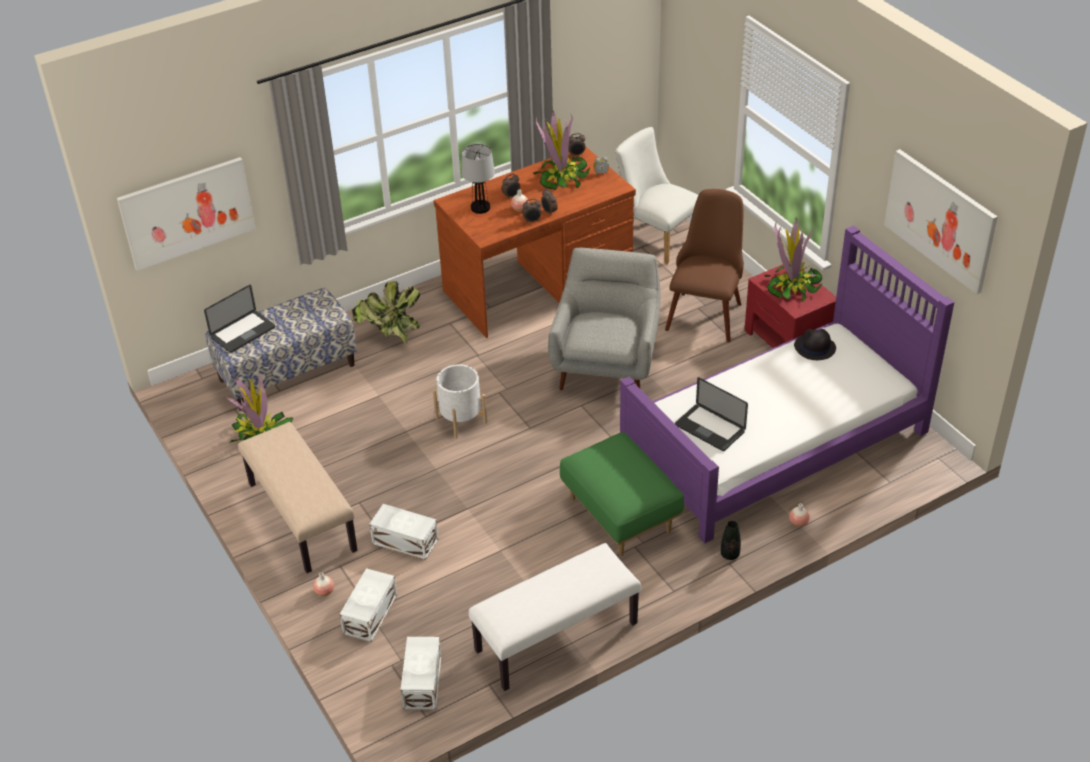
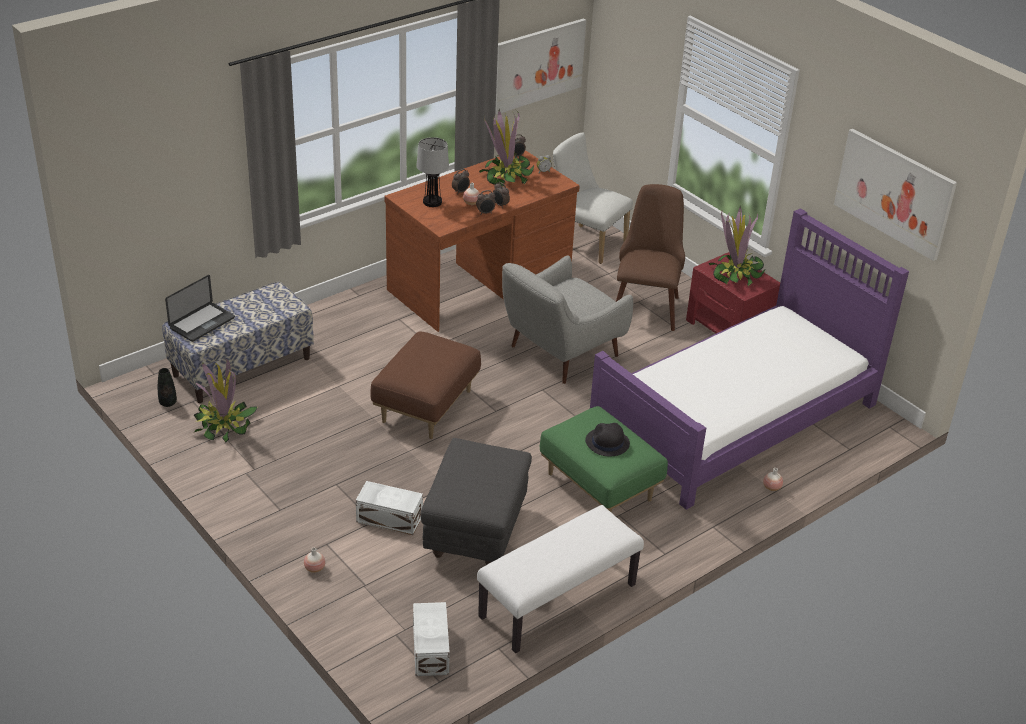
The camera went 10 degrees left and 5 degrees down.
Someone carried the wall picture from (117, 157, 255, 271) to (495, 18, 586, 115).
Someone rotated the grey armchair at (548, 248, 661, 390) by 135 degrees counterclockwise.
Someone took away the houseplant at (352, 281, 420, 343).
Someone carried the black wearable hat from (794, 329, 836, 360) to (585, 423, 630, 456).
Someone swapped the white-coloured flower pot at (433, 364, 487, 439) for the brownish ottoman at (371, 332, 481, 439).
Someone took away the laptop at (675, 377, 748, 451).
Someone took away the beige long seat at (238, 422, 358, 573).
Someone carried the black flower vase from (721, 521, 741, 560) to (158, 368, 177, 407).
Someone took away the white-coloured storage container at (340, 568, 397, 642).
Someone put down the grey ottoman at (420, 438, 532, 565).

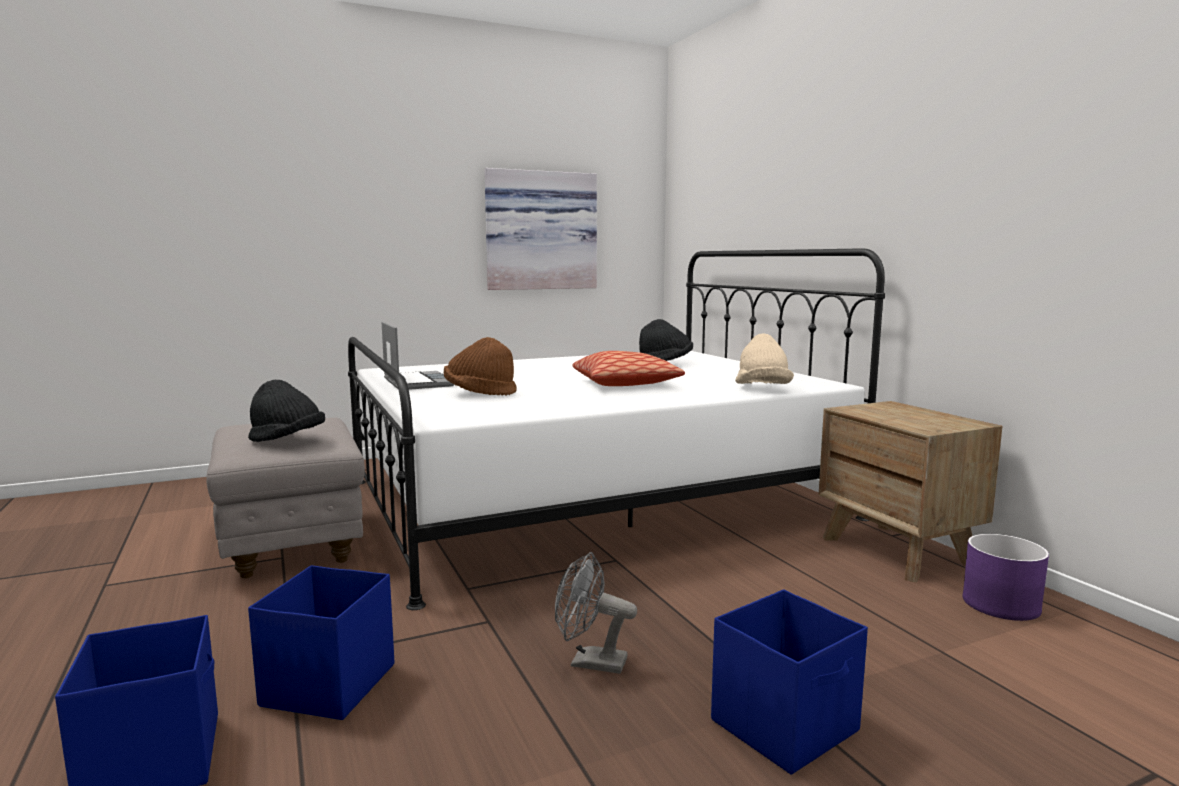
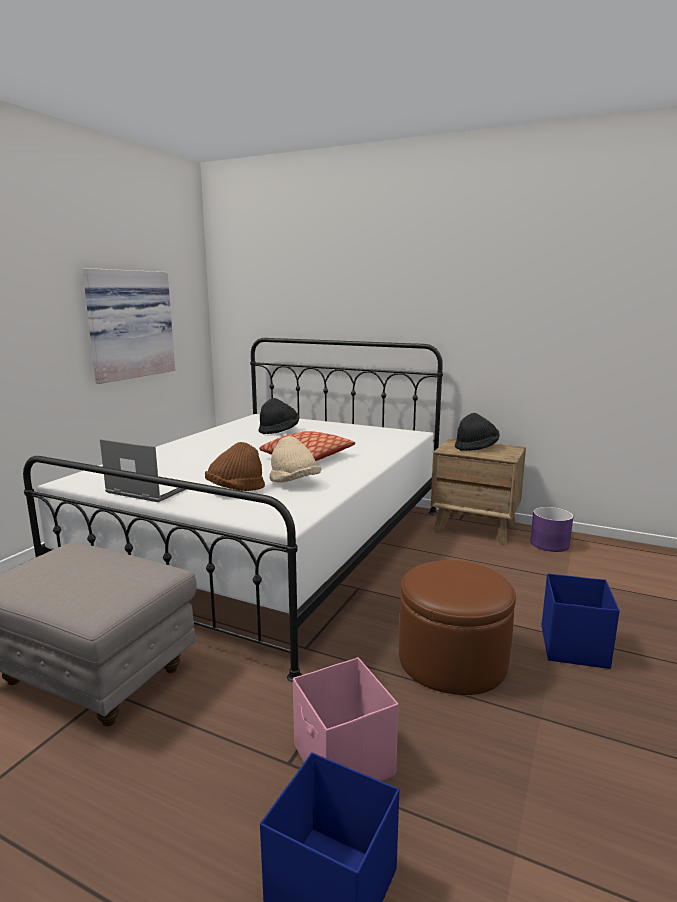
The camera went 40 degrees left and 5 degrees up.
Someone carried the beige wearable hat from (735, 333, 794, 384) to (269, 436, 321, 482).
Someone carried the black wearable hat from (248, 380, 325, 442) to (455, 413, 499, 451).
Someone swapped the grey electric fan at (555, 552, 637, 674) for the brownish ottoman at (399, 560, 516, 695).
Someone repainted the bluish storage container at (248, 565, 394, 720), which became the pink storage container at (293, 657, 399, 781).

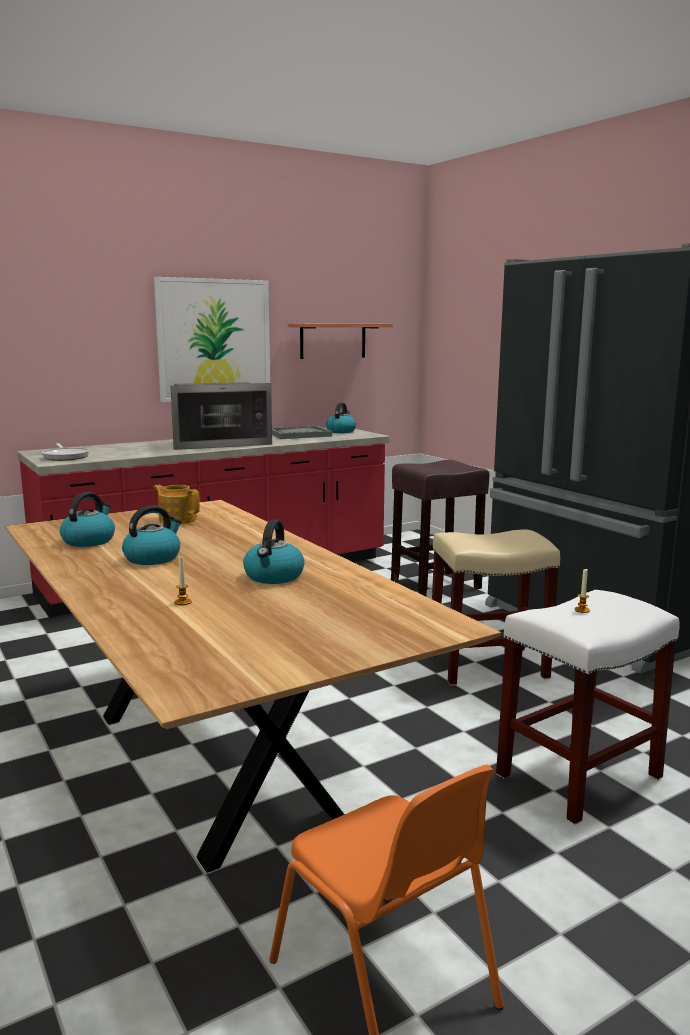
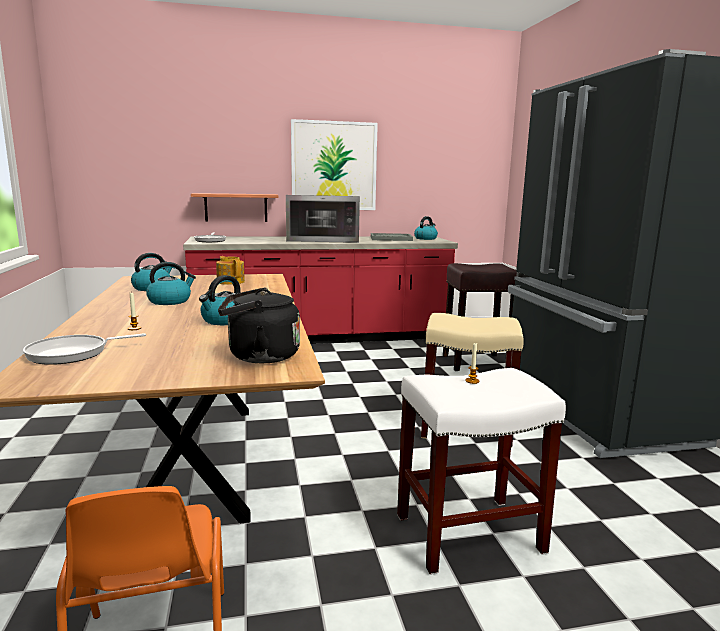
The camera went 20 degrees right and 0 degrees up.
Someone carried the wall shelf from (289, 323, 393, 359) to (191, 193, 278, 222).
Someone put down the black water kettle at (218, 287, 300, 364).
Someone put down the skillet at (23, 334, 146, 365).

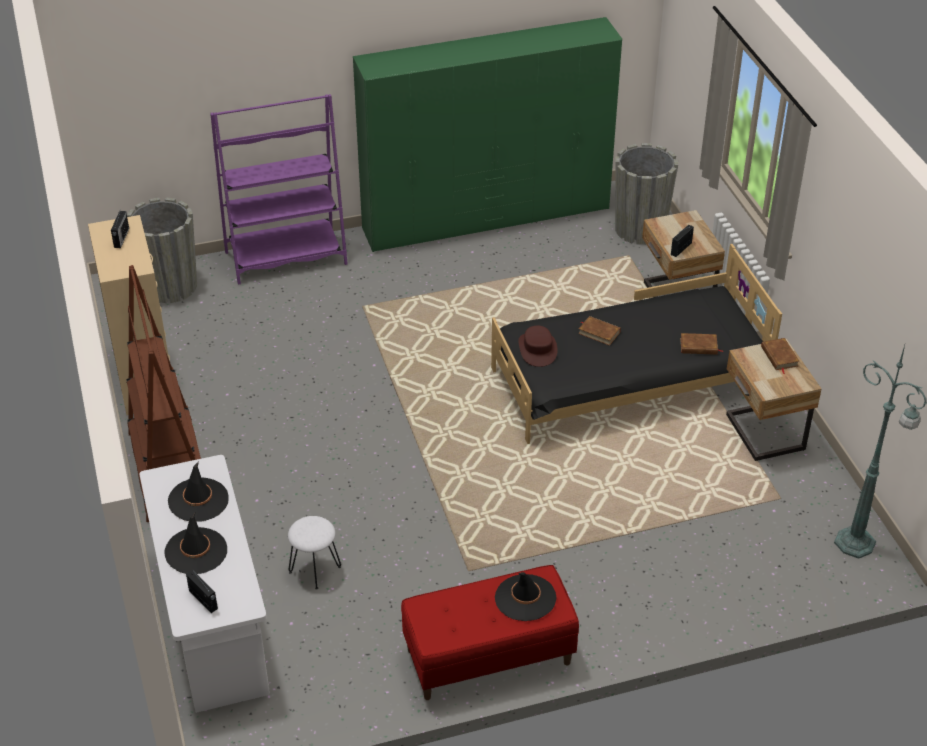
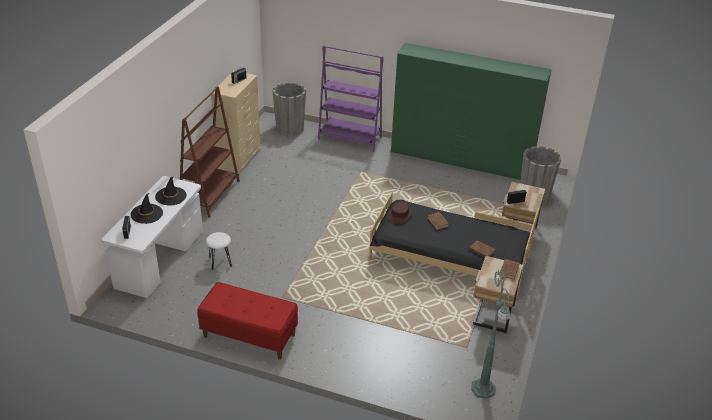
The camera went 35 degrees right and 5 degrees down.
Someone took away the black wearable hat at (495, 572, 557, 621).

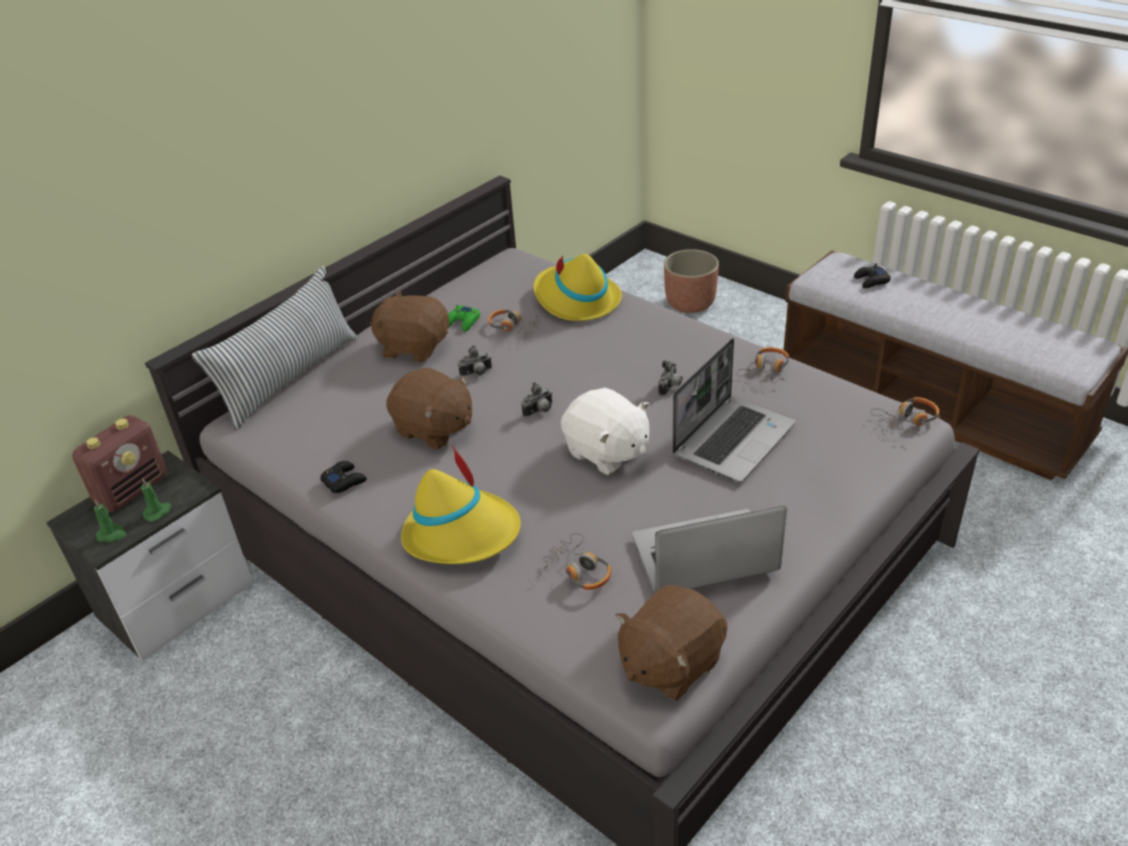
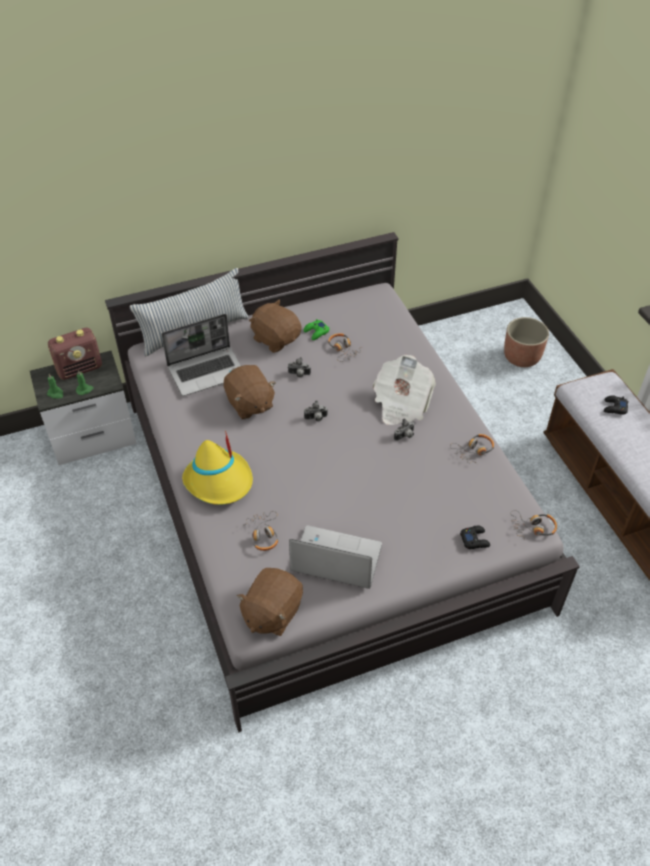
The camera went 25 degrees right and 10 degrees up.
Someone took away the yellow-coloured wearable hat at (533, 254, 622, 321).
Someone carried the laptop from (672, 338, 796, 482) to (161, 314, 241, 396).
Someone took away the white-coloured soft toy at (561, 388, 649, 475).
Someone carried the black joypad from (320, 461, 367, 493) to (460, 526, 490, 549).
Someone rotated the brownish soft toy at (616, 585, 728, 701) by 45 degrees counterclockwise.
Someone put down the newspaper at (373, 355, 436, 425).

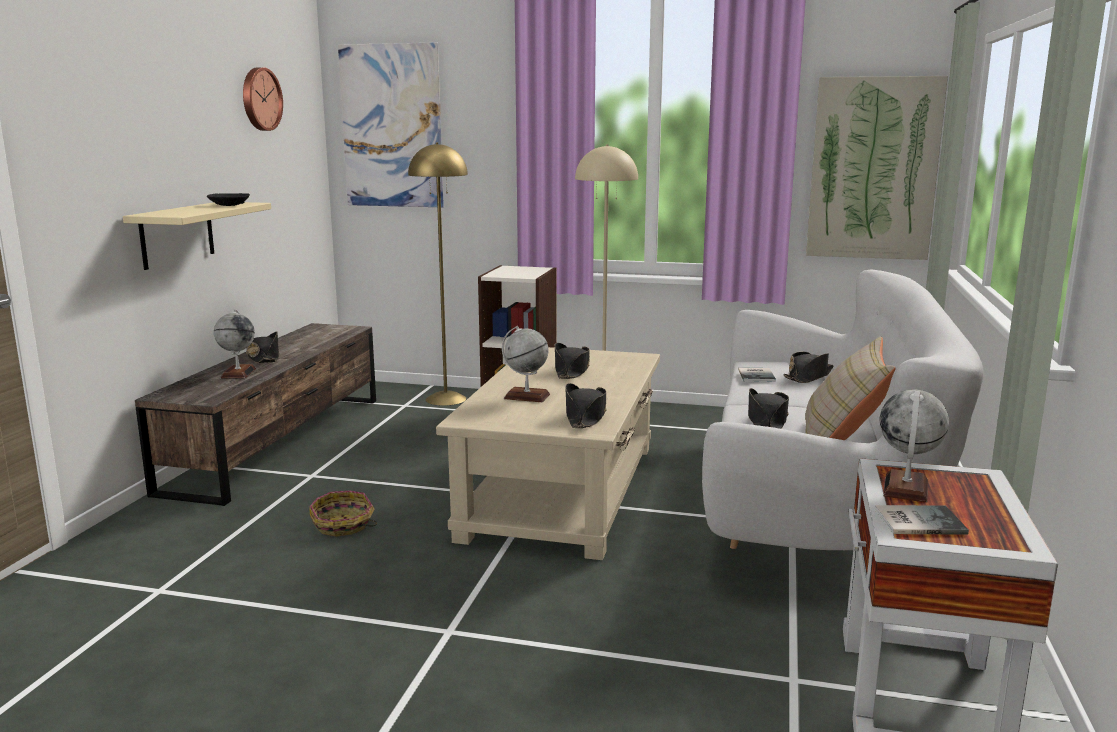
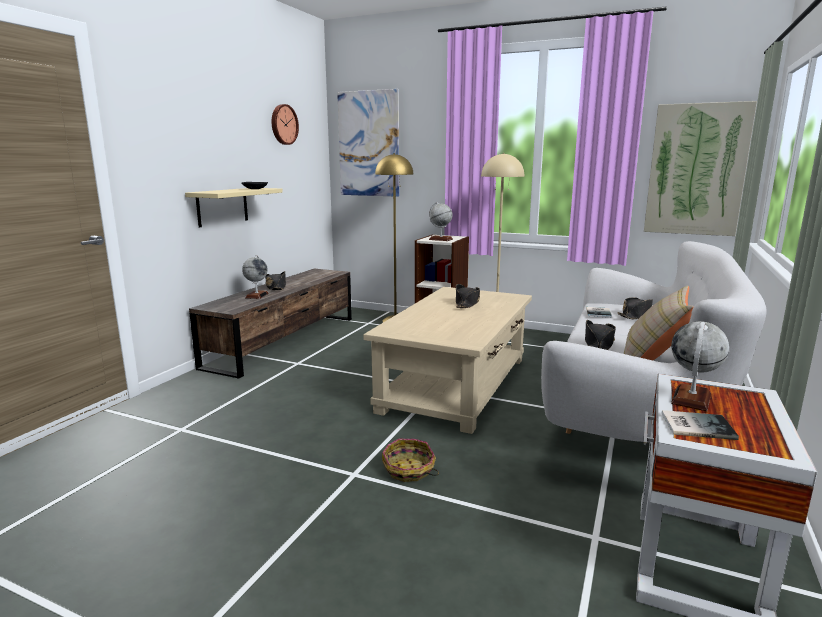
The camera went 10 degrees right and 0 degrees up.
Someone carried the world globe from (502, 326, 550, 402) to (429, 202, 453, 241).
Someone took away the black wearable hat at (565, 383, 607, 428).
Someone carried the household basket from (309, 491, 377, 537) to (382, 439, 439, 482).

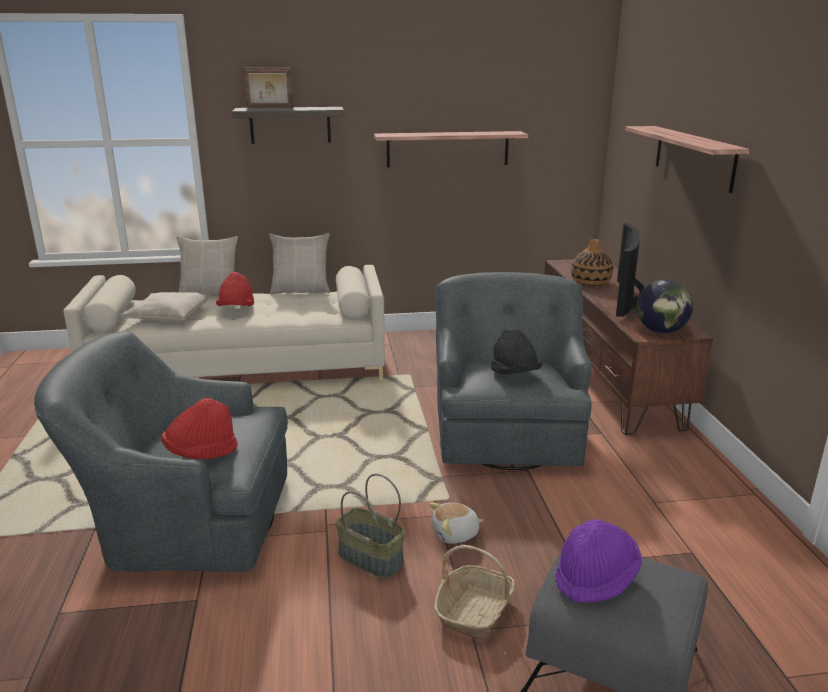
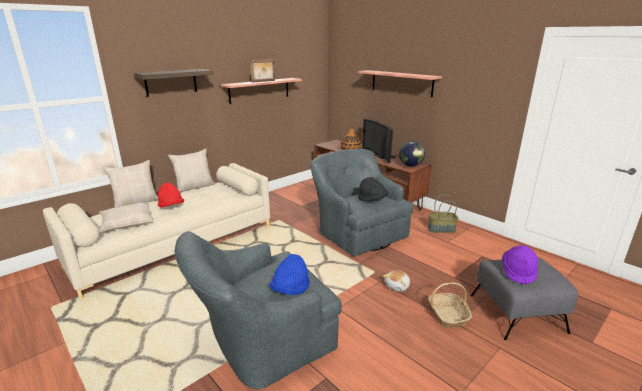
The camera went 35 degrees left and 0 degrees up.
Someone carried the photo frame from (243, 68, 294, 108) to (250, 59, 275, 83).
Someone repainted the red wearable hat at (161, 398, 238, 459), which became the bluish wearable hat at (269, 254, 310, 295).
Someone carried the household basket from (335, 474, 405, 578) to (428, 195, 458, 233).

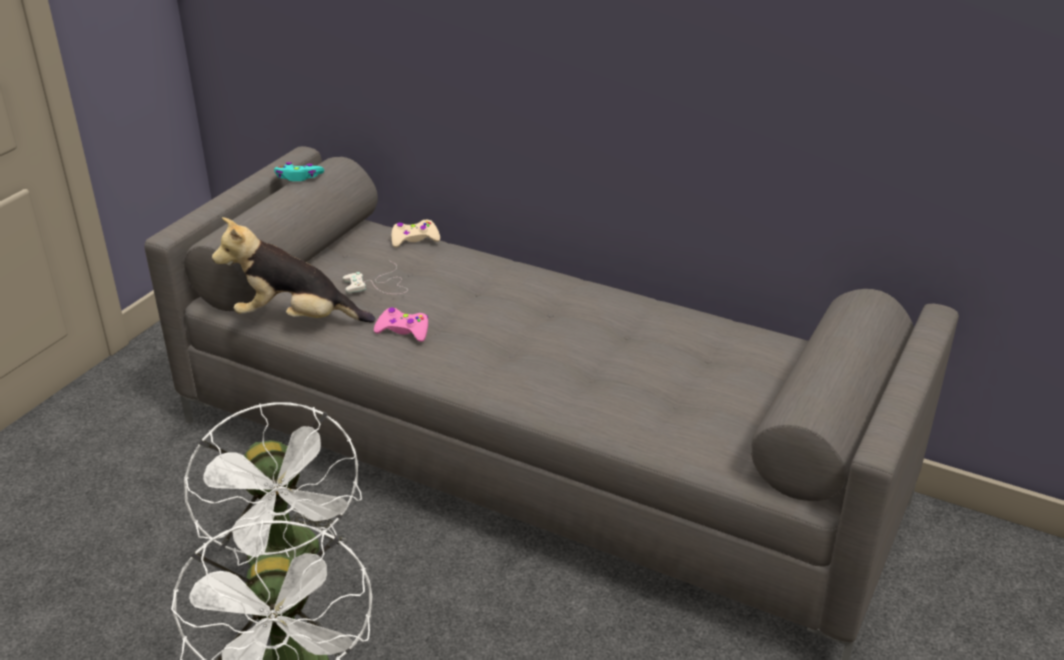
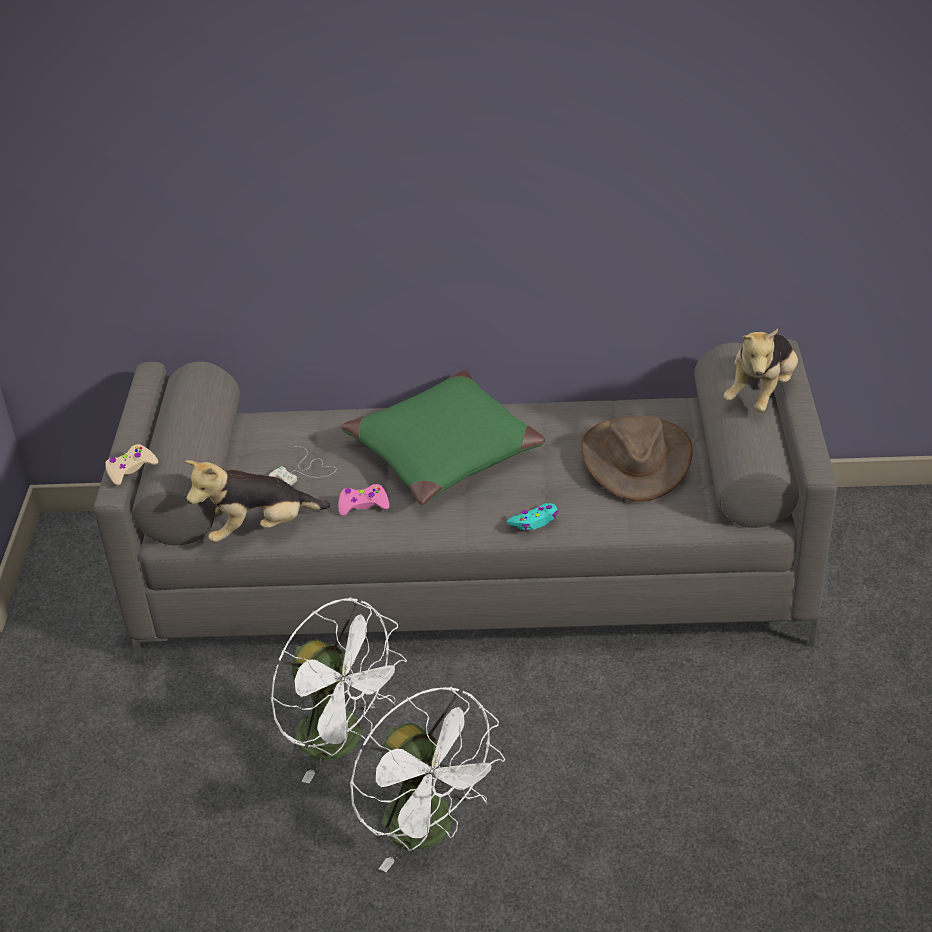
The camera went 25 degrees left and 5 degrees up.
Someone carried the blue-green joypad from (274, 162, 324, 181) to (507, 503, 558, 530).
Someone carried the beige joypad from (392, 220, 440, 248) to (105, 444, 158, 486).
Someone put down the soft toy at (723, 329, 798, 412).
Someone put down the greenish pillow at (341, 370, 545, 505).
Someone put down the brownish wearable hat at (581, 416, 693, 502).

